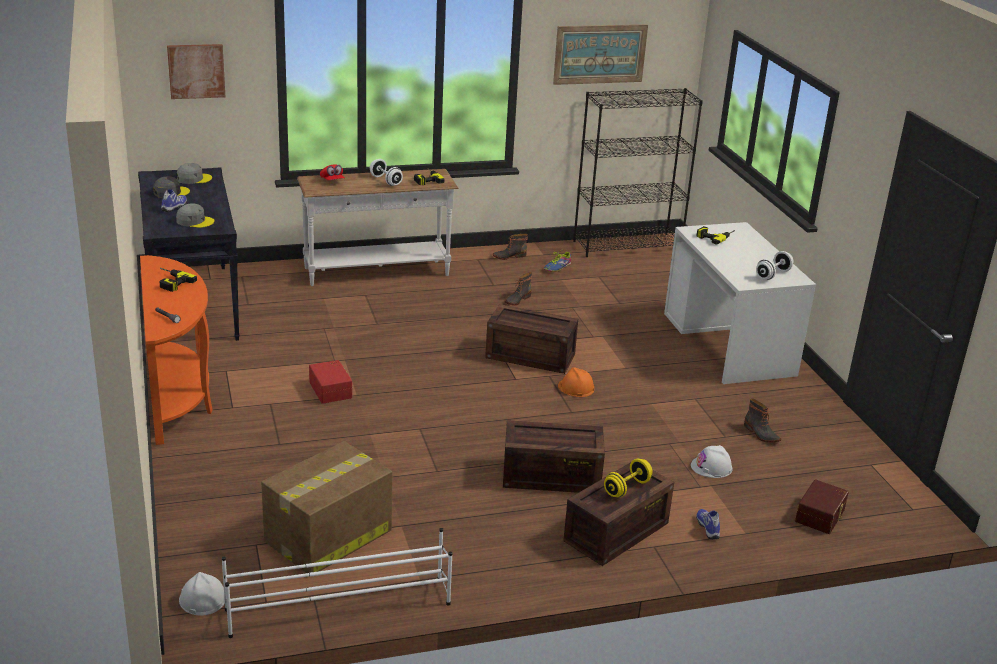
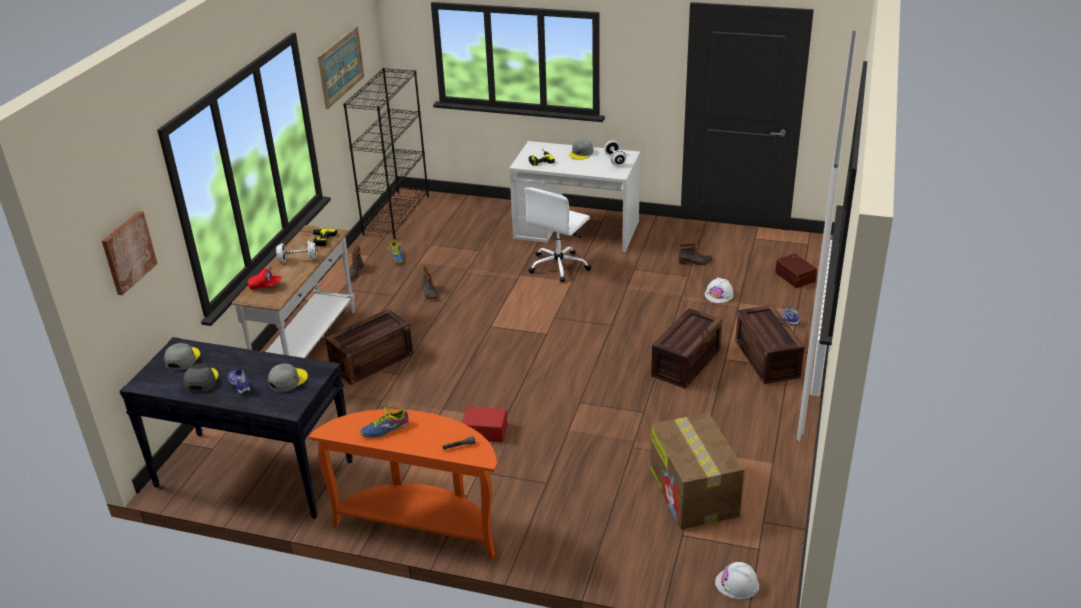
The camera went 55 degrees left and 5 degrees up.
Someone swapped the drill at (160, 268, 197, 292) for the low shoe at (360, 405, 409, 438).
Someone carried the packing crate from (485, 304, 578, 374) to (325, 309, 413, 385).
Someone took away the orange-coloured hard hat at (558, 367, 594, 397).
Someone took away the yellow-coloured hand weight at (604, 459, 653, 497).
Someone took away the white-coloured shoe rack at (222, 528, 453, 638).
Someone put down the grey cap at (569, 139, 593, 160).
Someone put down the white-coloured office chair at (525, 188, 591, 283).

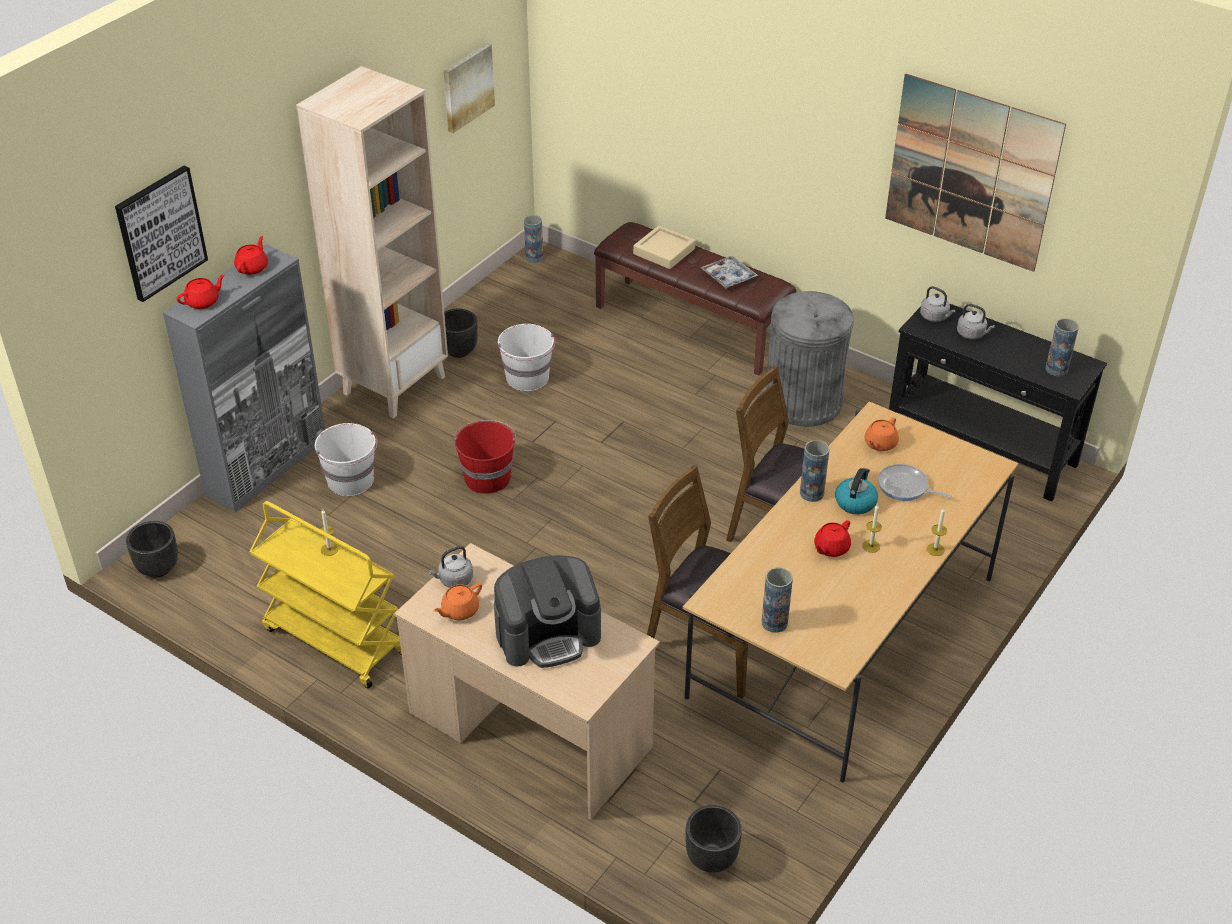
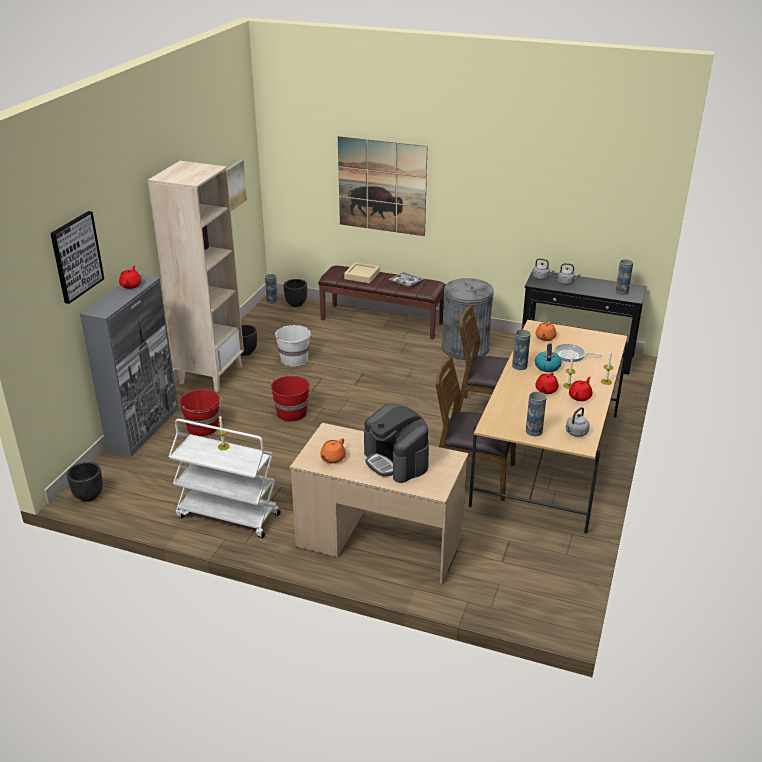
The camera went 15 degrees left and 10 degrees down.
Someone carried the wall picture from (885, 74, 1066, 272) to (338, 136, 427, 236).
Someone carried the red teapot from (176, 274, 225, 309) to (569, 376, 592, 401).
Someone repainted the white-coloured pail at (315, 423, 378, 496), which became the red pail at (179, 389, 221, 437).
Someone repainted the yellow-coloured trolley at (250, 501, 402, 689), which became the white-coloured trolley at (169, 419, 281, 538).
Someone carried the grey water kettle from (429, 546, 473, 588) to (566, 407, 590, 437).
Someone rotated the coffee maker at (494, 555, 601, 668) by 90 degrees clockwise.
Someone carried the black flower pot from (685, 805, 742, 873) to (284, 279, 307, 307).

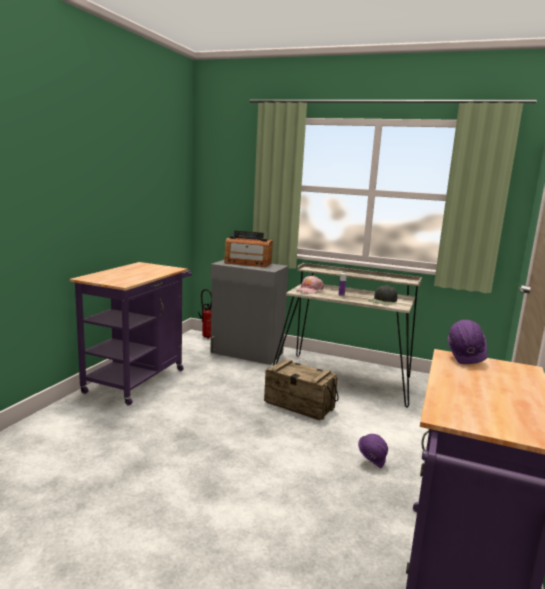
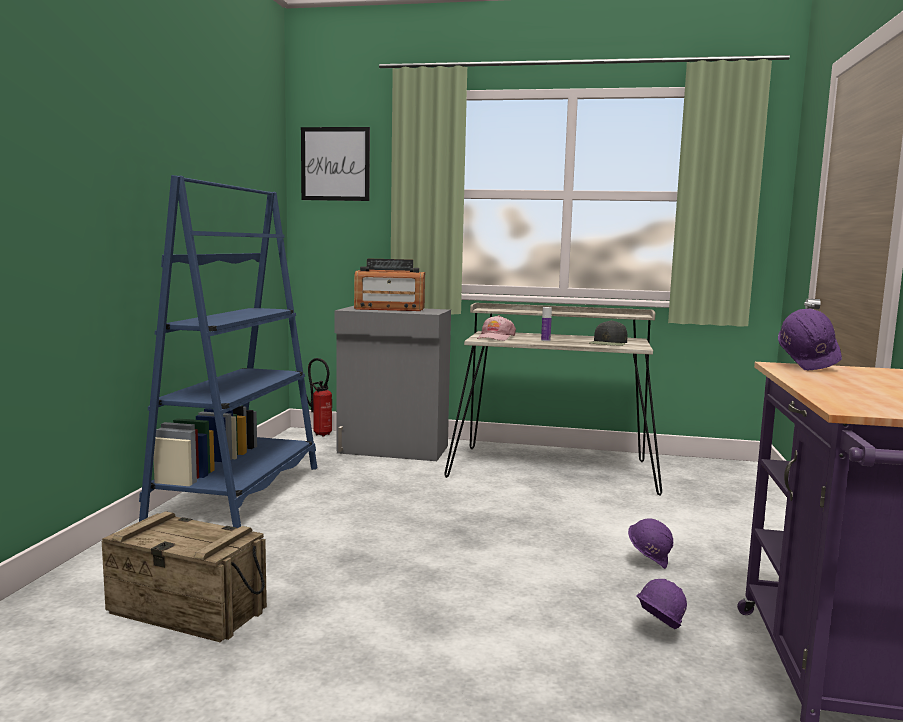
The camera went 10 degrees left and 5 degrees down.
Someone swapped the purplish trolley at (70, 262, 192, 405) for the bluish bookshelf at (139, 175, 317, 528).
Someone carried the packing crate from (264, 359, 339, 420) to (102, 511, 267, 642).
Someone put up the wall picture at (301, 127, 370, 201).
Someone put down the purplish hard hat at (637, 579, 687, 629).

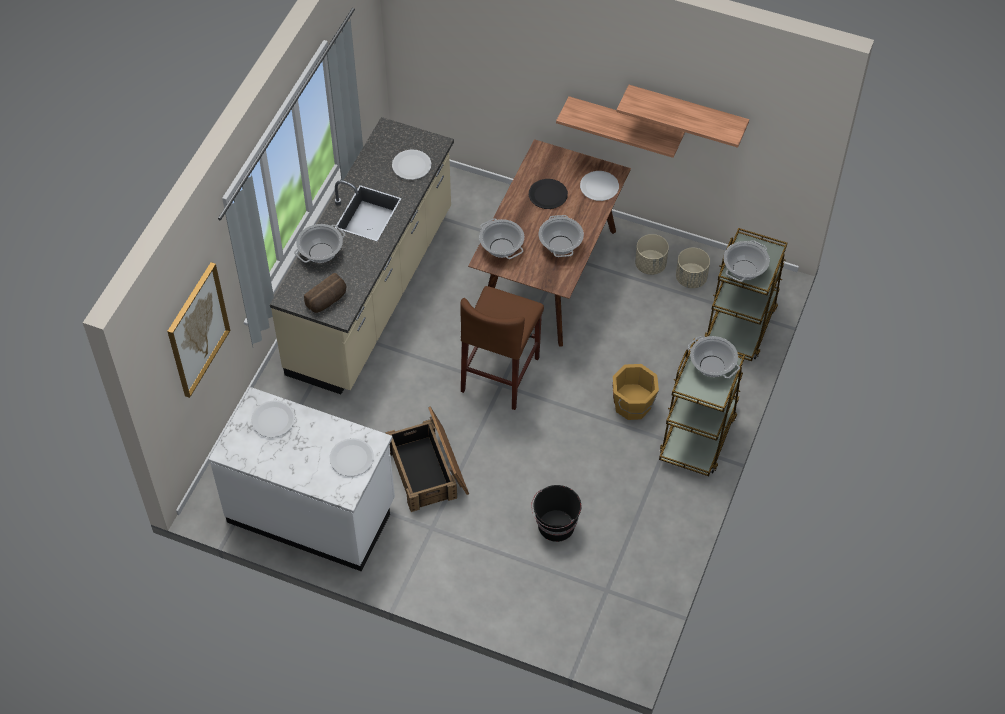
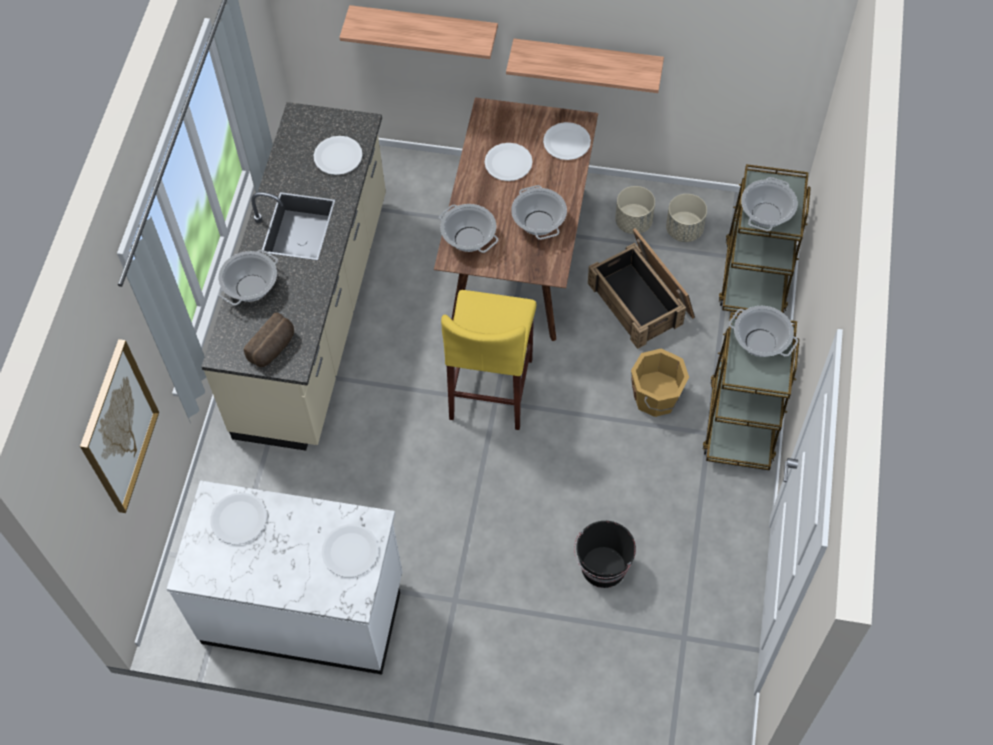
The camera went 10 degrees left and 5 degrees up.
Someone carried the wall shelf from (616, 85, 749, 148) to (339, 5, 498, 59).
Someone repainted the black dinner plate at (529, 179, 568, 209), which became the white-coloured dinner plate at (485, 143, 533, 181).
Someone repainted the brownish stool seat at (460, 286, 544, 410), which became the yellow-coloured stool seat at (441, 290, 536, 430).
Someone carried the packing crate from (386, 406, 469, 512) to (588, 228, 695, 349).

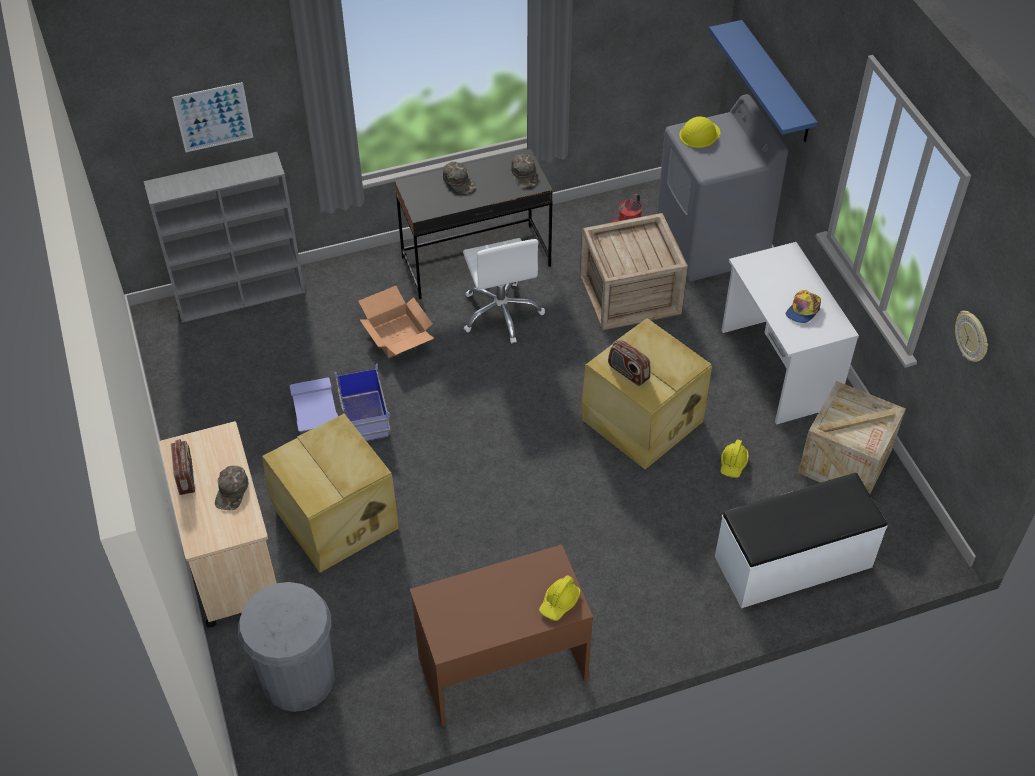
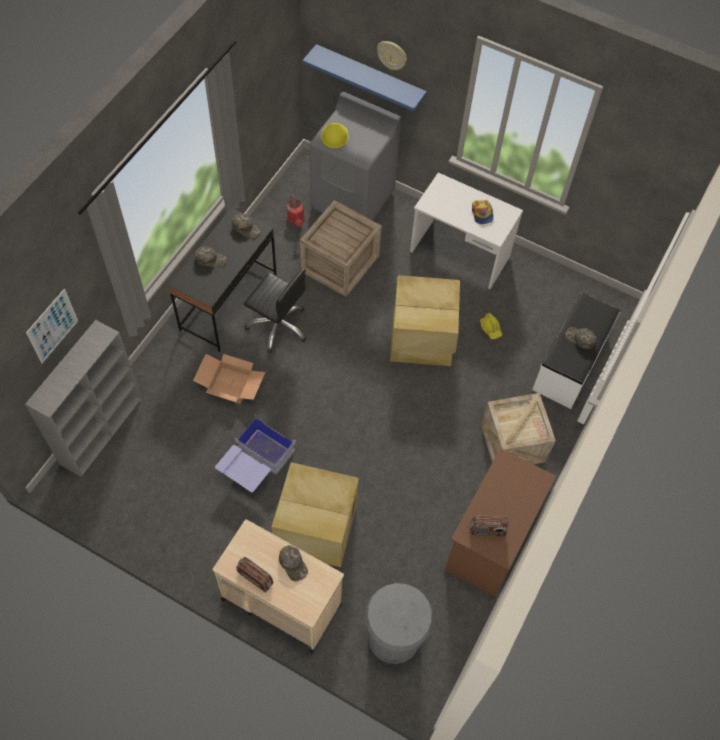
The camera went 45 degrees left and 10 degrees up.
Someone repainted the white-coloured office chair at (463, 238, 545, 344), which became the black office chair at (244, 268, 306, 353).
Someone carried the hanging clock from (955, 311, 988, 362) to (377, 41, 407, 70).
Someone carried the radio from (608, 340, 651, 386) to (470, 515, 509, 536).
Someone carried the packing crate from (798, 381, 906, 494) to (481, 393, 556, 465).
Someone took away the yellow-coloured hard hat at (539, 575, 581, 621).
Someone put down the greenish cap at (565, 327, 596, 349).

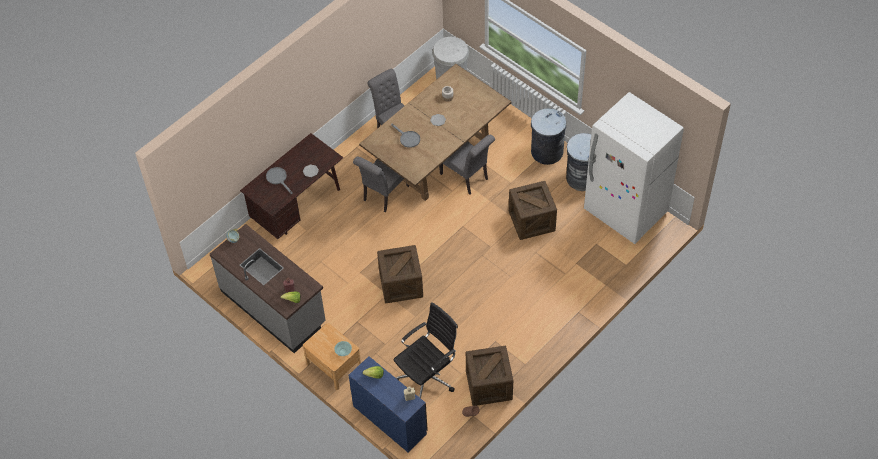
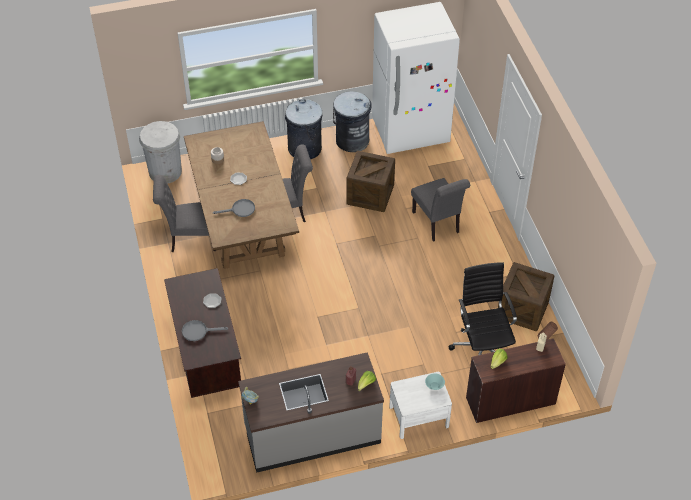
The camera went 60 degrees left and 5 degrees down.
Someone carried the grey upright chair from (353, 157, 409, 212) to (411, 178, 470, 242).
Someone took away the packing crate at (377, 245, 423, 303).
Someone repainted the brownish night table at (303, 323, 361, 390), which became the white-coloured night table at (389, 372, 452, 439).
Someone repainted the bluish desk unit at (349, 356, 428, 452), which became the brownish desk unit at (466, 338, 566, 423).

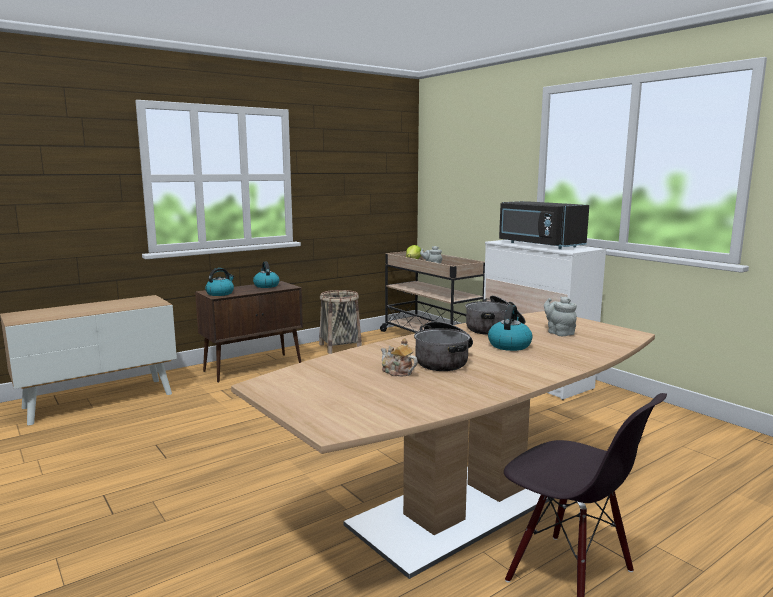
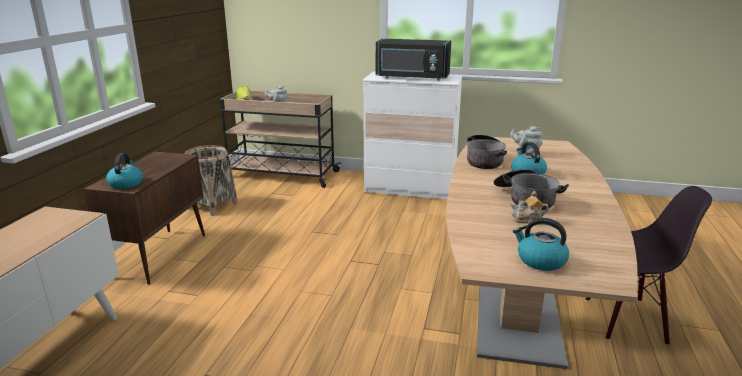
The camera went 40 degrees left and 10 degrees up.
Someone carried the water kettle from (253, 262, 280, 288) to (513, 218, 569, 271).

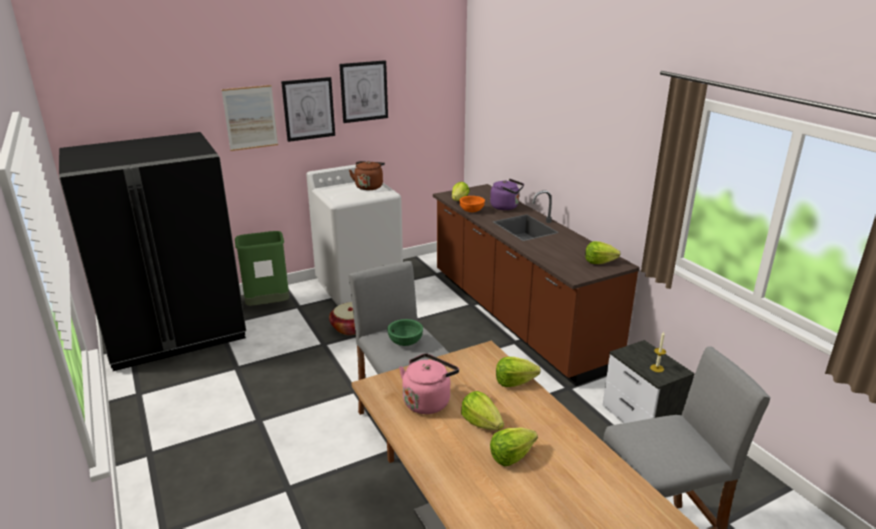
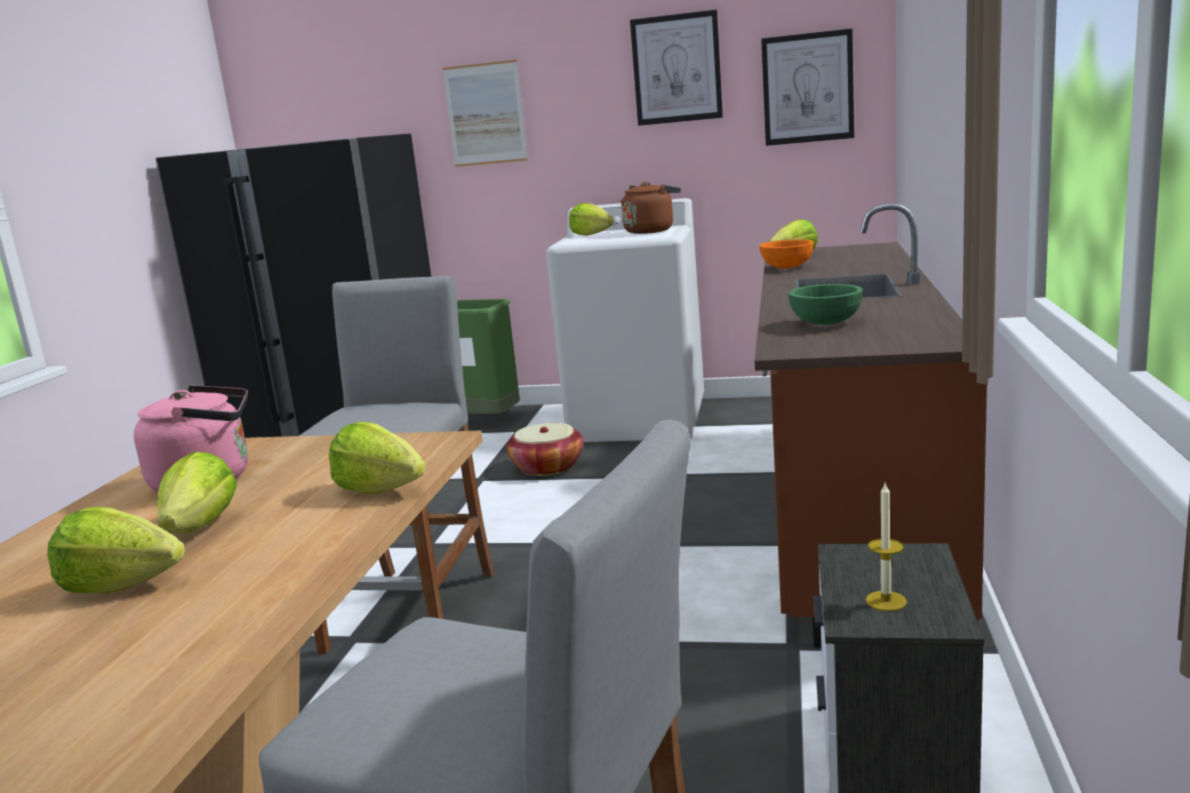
The camera went 40 degrees right and 10 degrees down.
Someone carried the wall picture from (281, 77, 335, 142) to (761, 28, 854, 146).
Someone took away the purplish water kettle at (490, 179, 524, 210).
Someone carried the lettuce from (585, 241, 620, 264) to (569, 203, 614, 236).
Someone carried the greenish deep dish from (387, 319, 423, 346) to (788, 284, 863, 325).

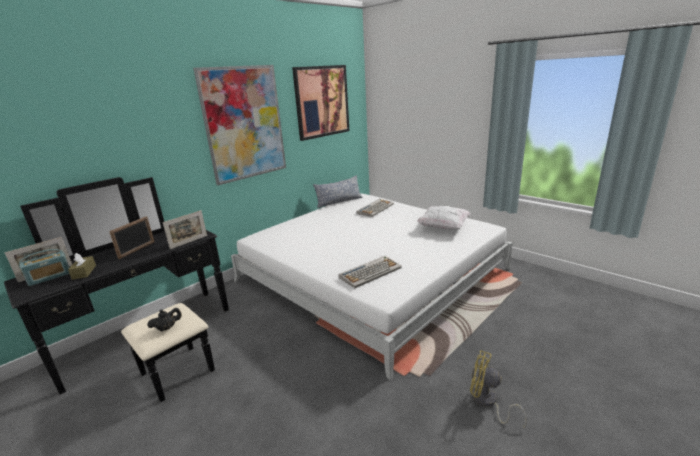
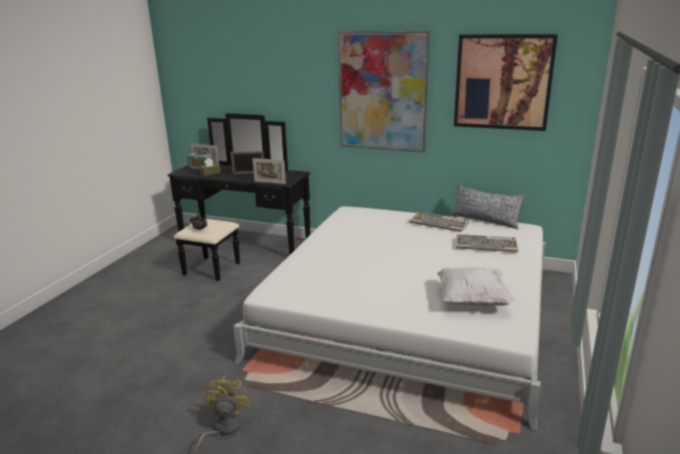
The camera went 65 degrees right and 0 degrees up.
Someone carried the computer keyboard from (339, 256, 402, 288) to (410, 211, 469, 232).

